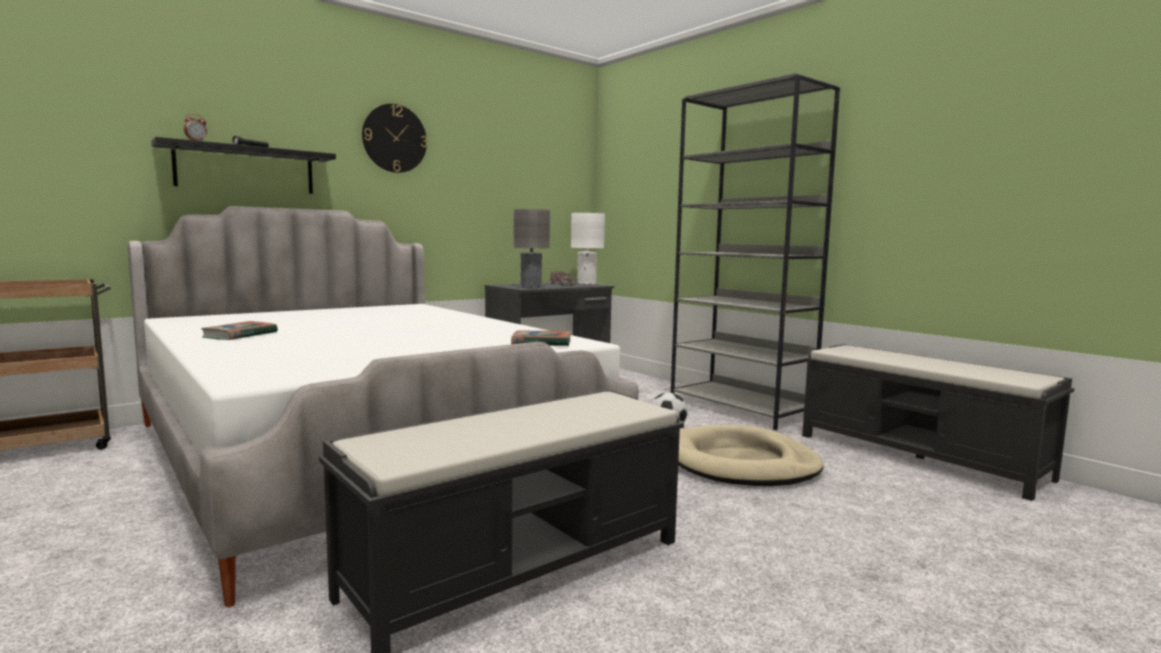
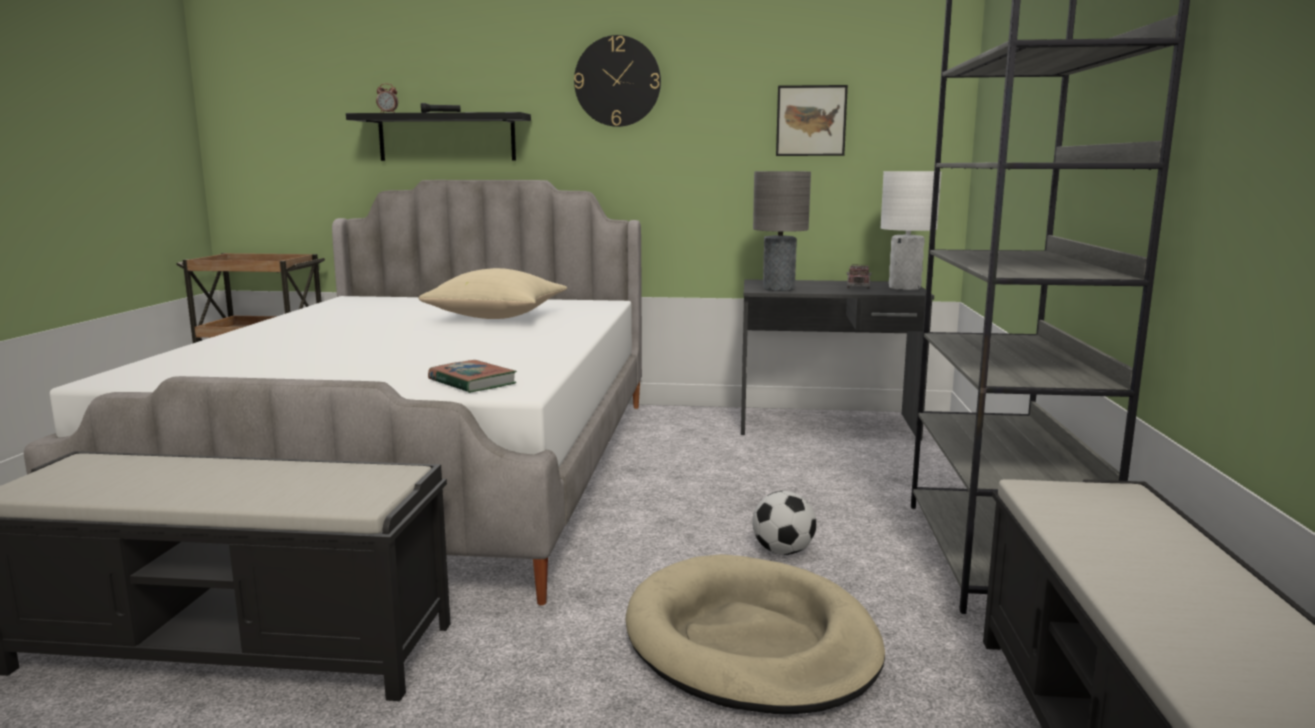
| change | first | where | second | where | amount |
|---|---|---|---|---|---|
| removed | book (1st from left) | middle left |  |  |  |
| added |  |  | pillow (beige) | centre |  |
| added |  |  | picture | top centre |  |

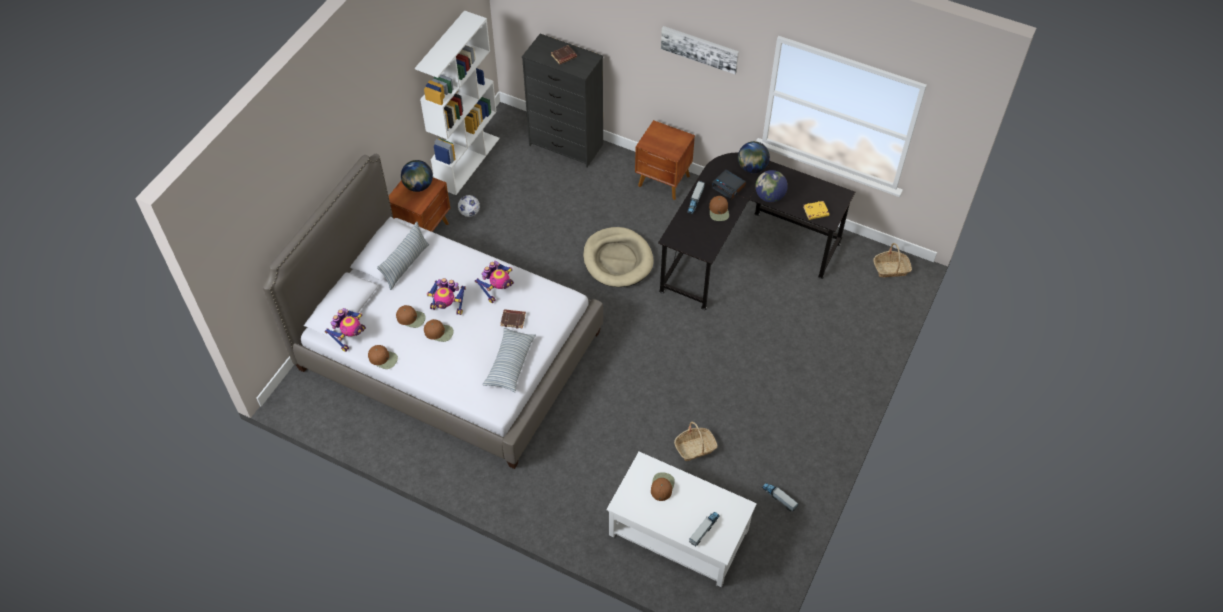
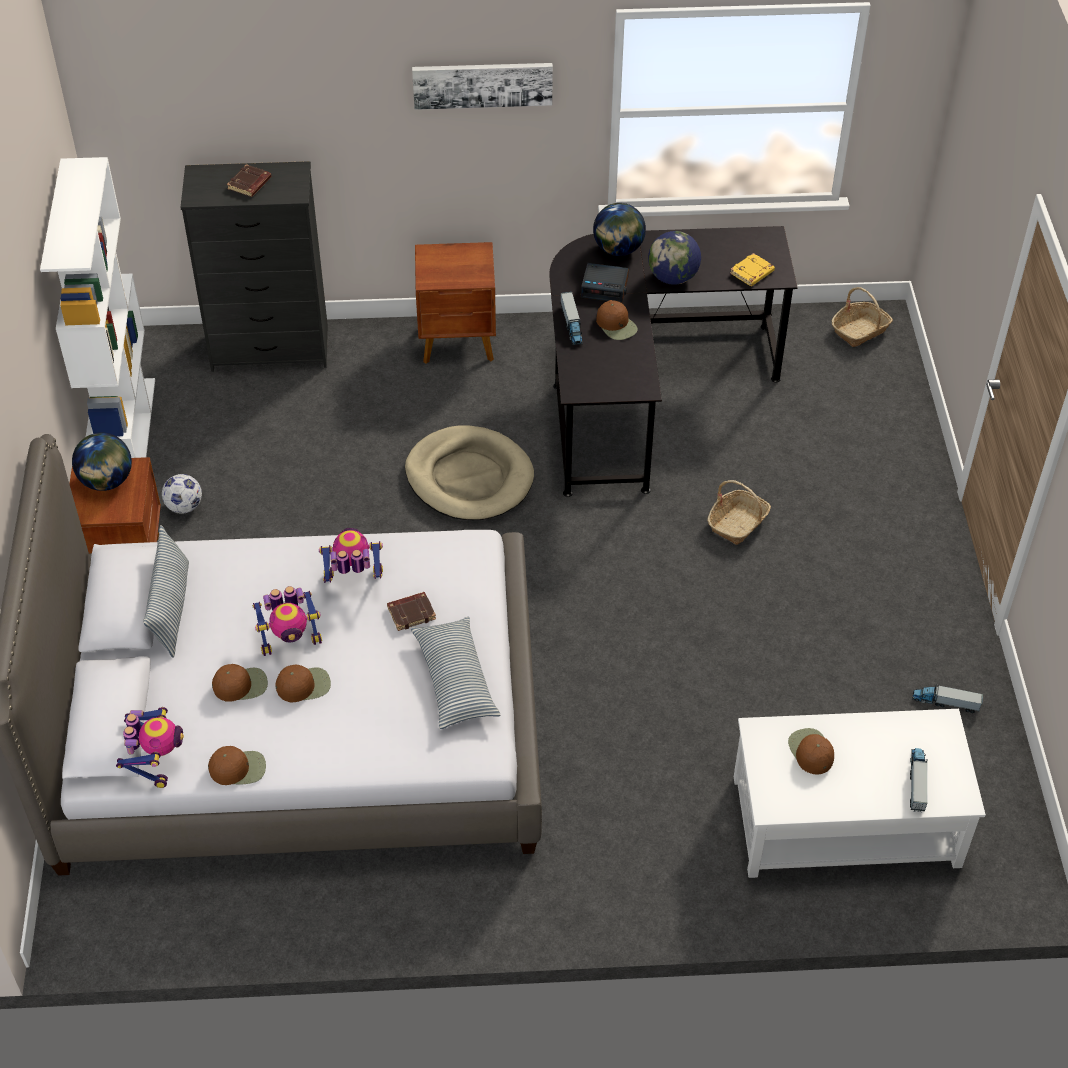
| change | first | where | second | where | amount |
|---|---|---|---|---|---|
| turned | toy robot (3rd from left) | centre |  | middle left | 105 degrees counterclockwise |
| moved | basket (1st from left) | bottom centre |  | middle right |  |

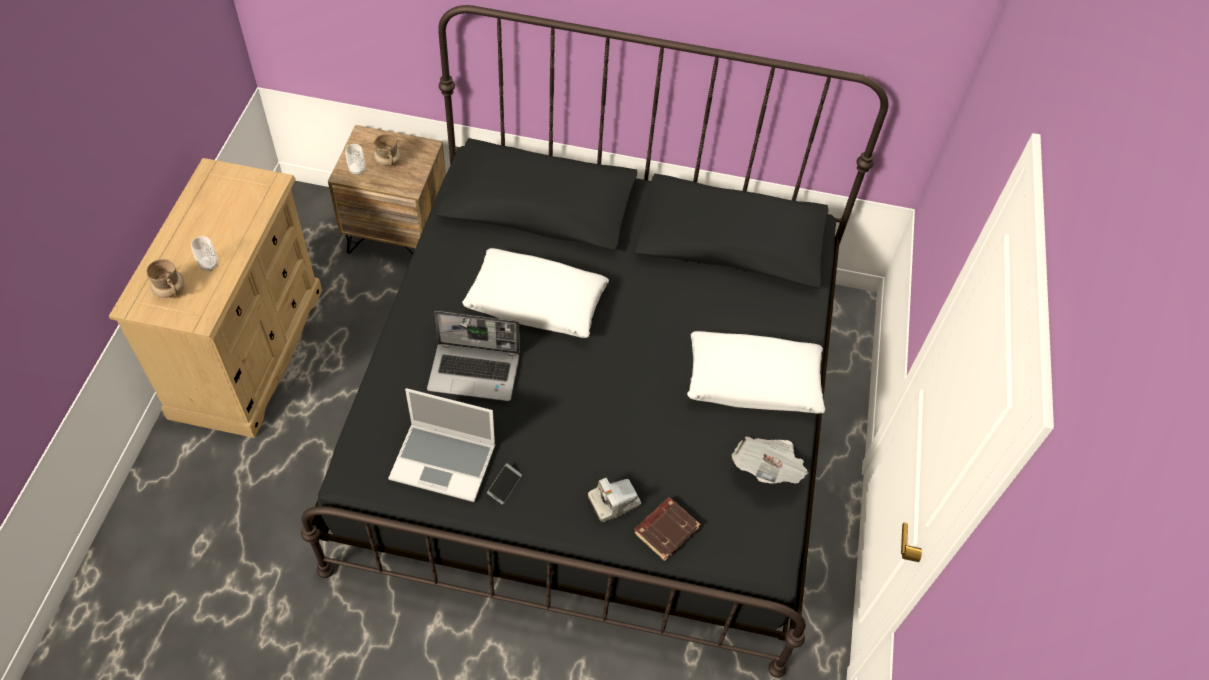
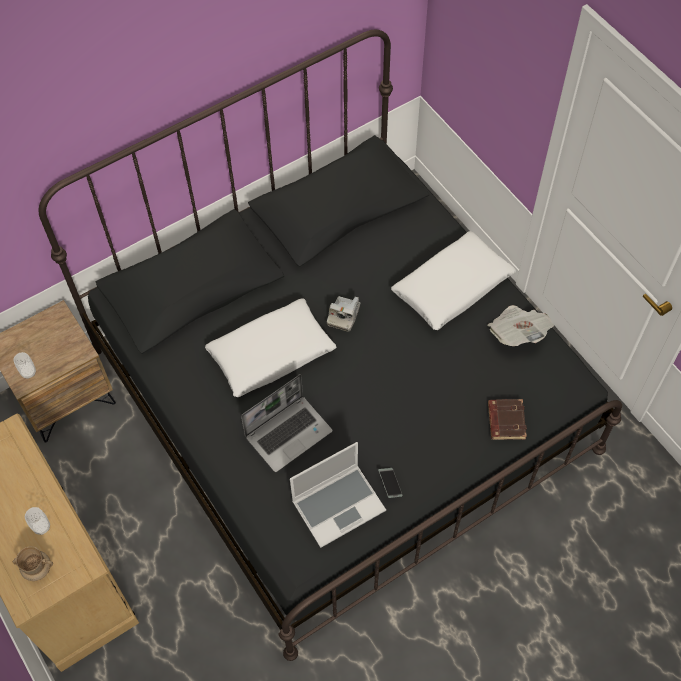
| change | first | where | second | where | amount |
|---|---|---|---|---|---|
| removed | mug (beige) (2nd from left) | top left |  |  |  |
| moved | photo camera | bottom centre |  | centre |  |

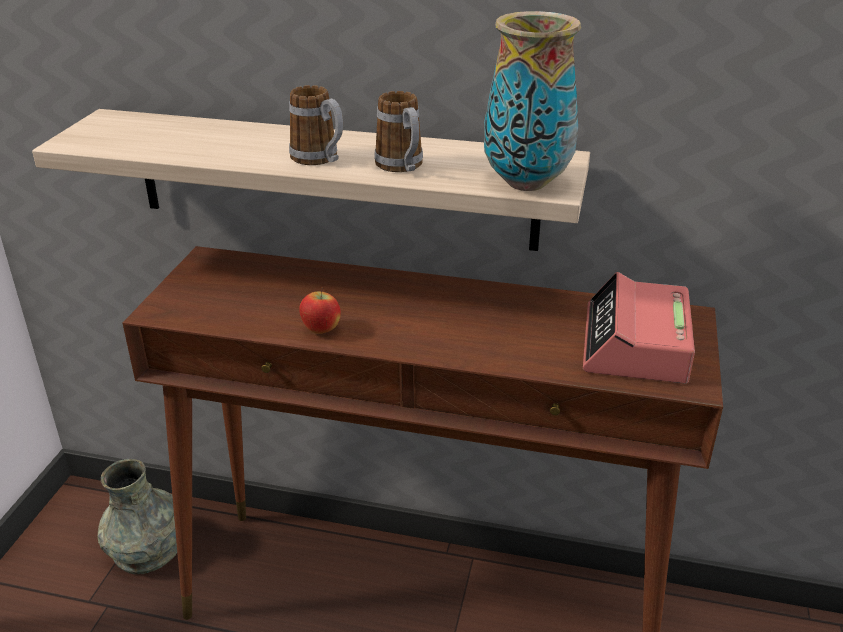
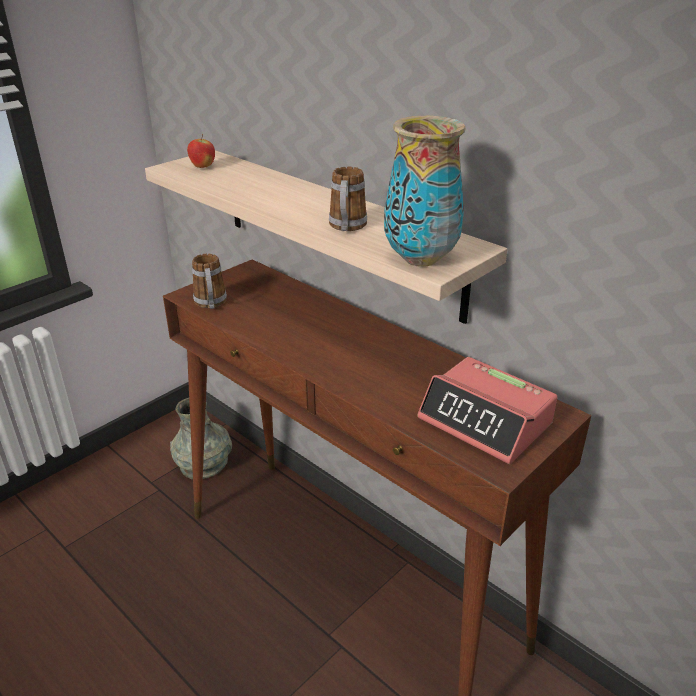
| change | first | where | second | where | amount |
|---|---|---|---|---|---|
| moved | mug (1st from left) | top centre |  | middle left |  |
| moved | apple | centre |  | top left |  |
| turned | alarm clock | middle right |  | middle right | 90 degrees counterclockwise |

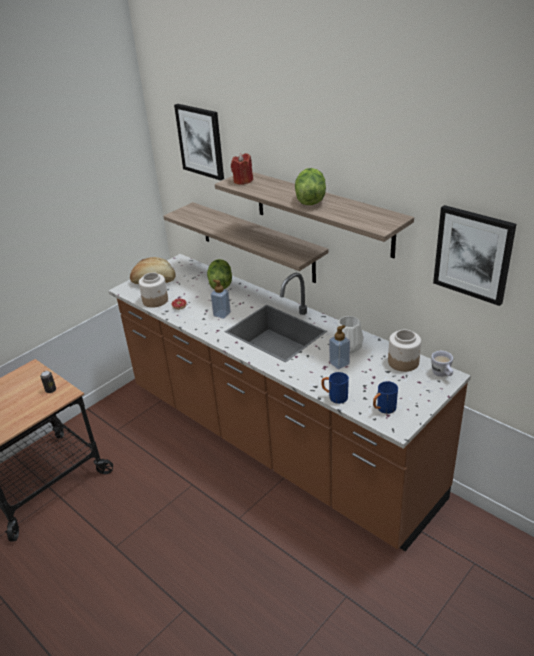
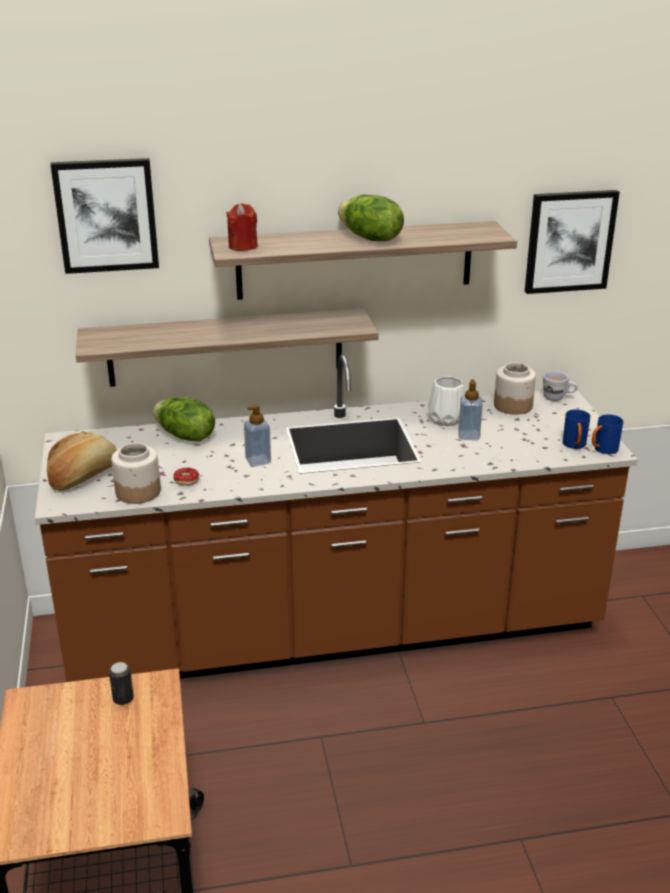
| change | first | where | second | where | amount |
|---|---|---|---|---|---|
| moved | mug (blue) (1st from left in the first image) | centre | mug (blue) (2nd from left) | middle right |  |

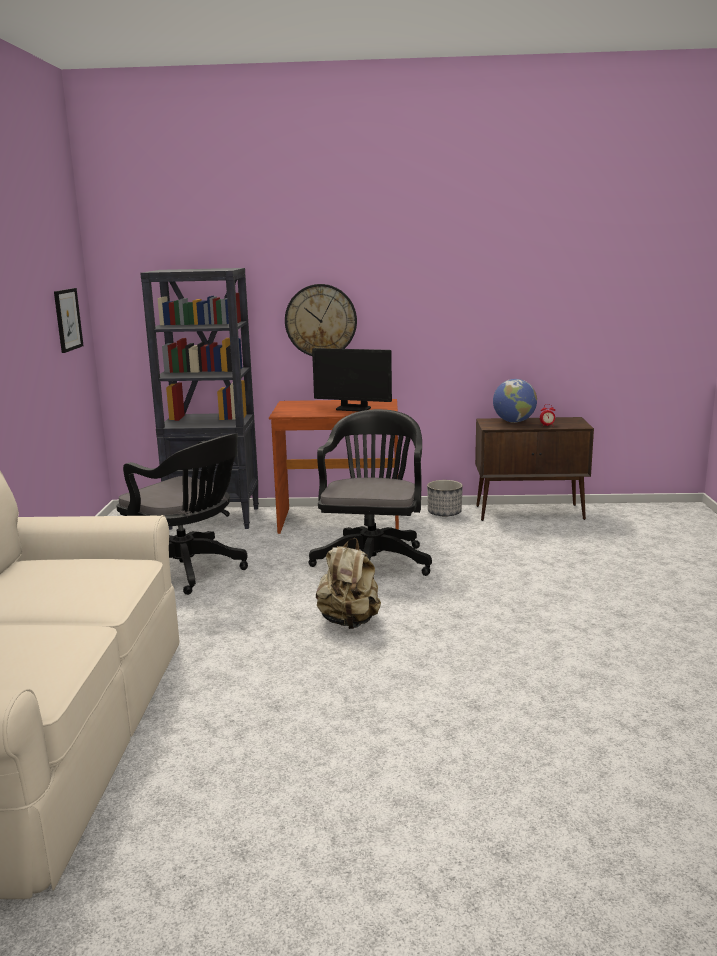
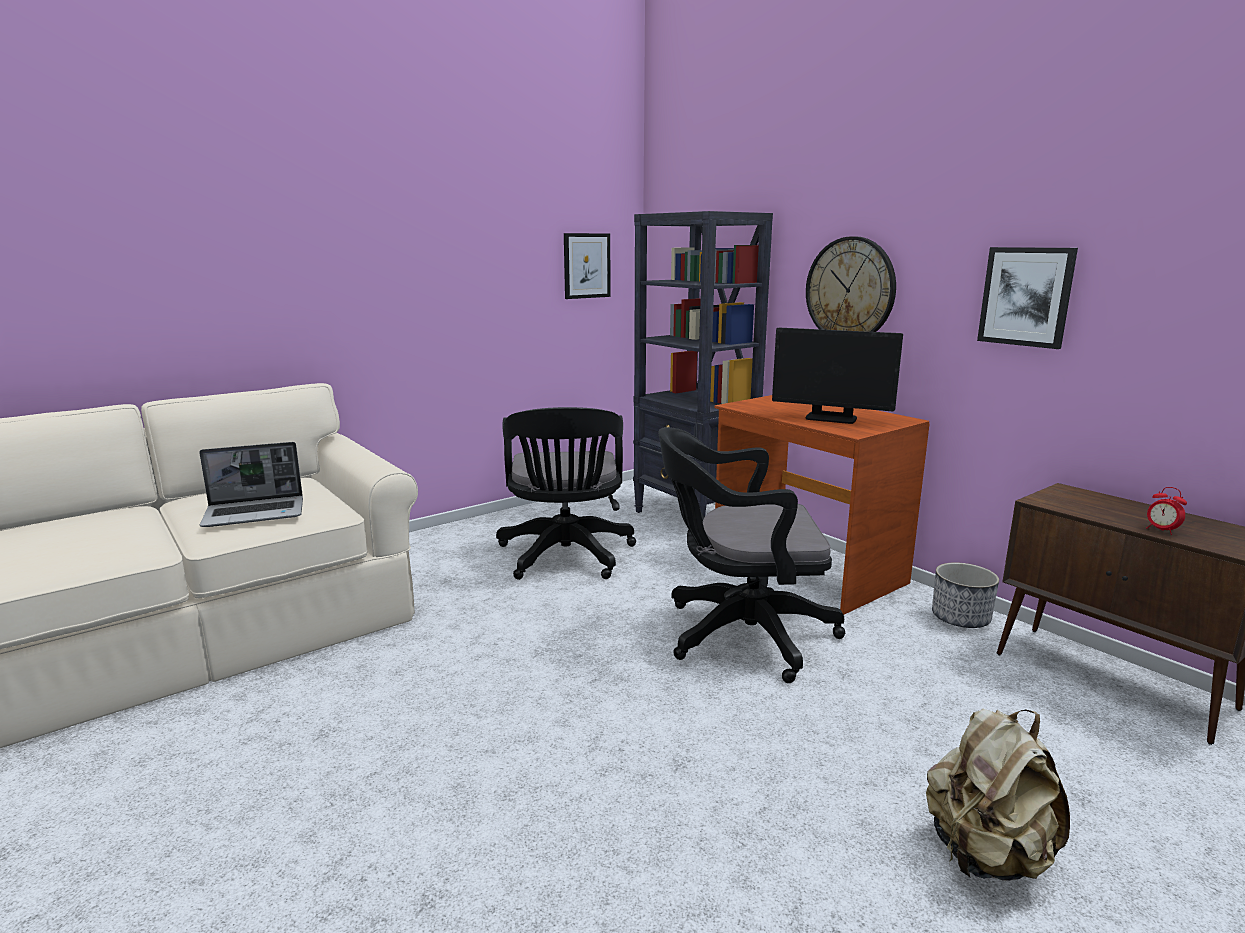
| change | first | where | second | where | amount |
|---|---|---|---|---|---|
| turned | office chair (black) (2nd from left) | centre |  | centre | 150 degrees counterclockwise |
| turned | monitor | centre |  | middle right | 45 degrees counterclockwise |
| moved | backpack (beige) | centre |  | bottom right |  |
| removed | globe | middle right |  |  |  |
| added |  |  | laptop | middle left |  |
| added |  |  | picture (2nd from left) | top right |  |

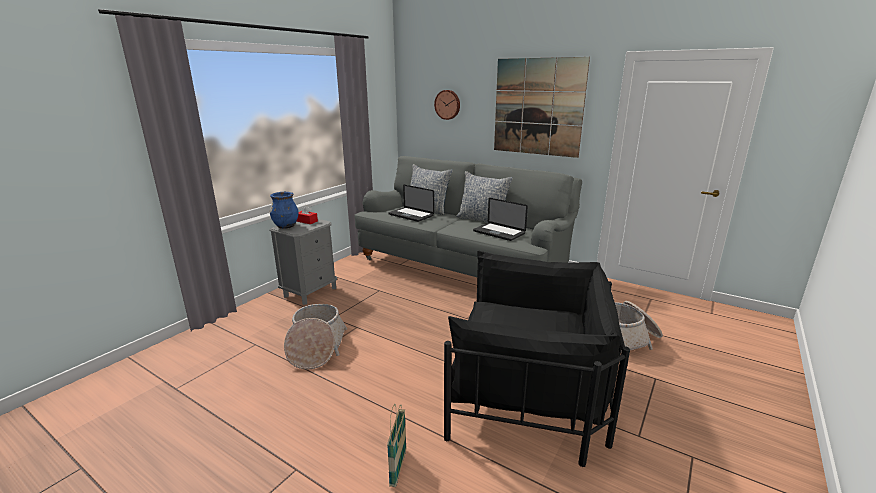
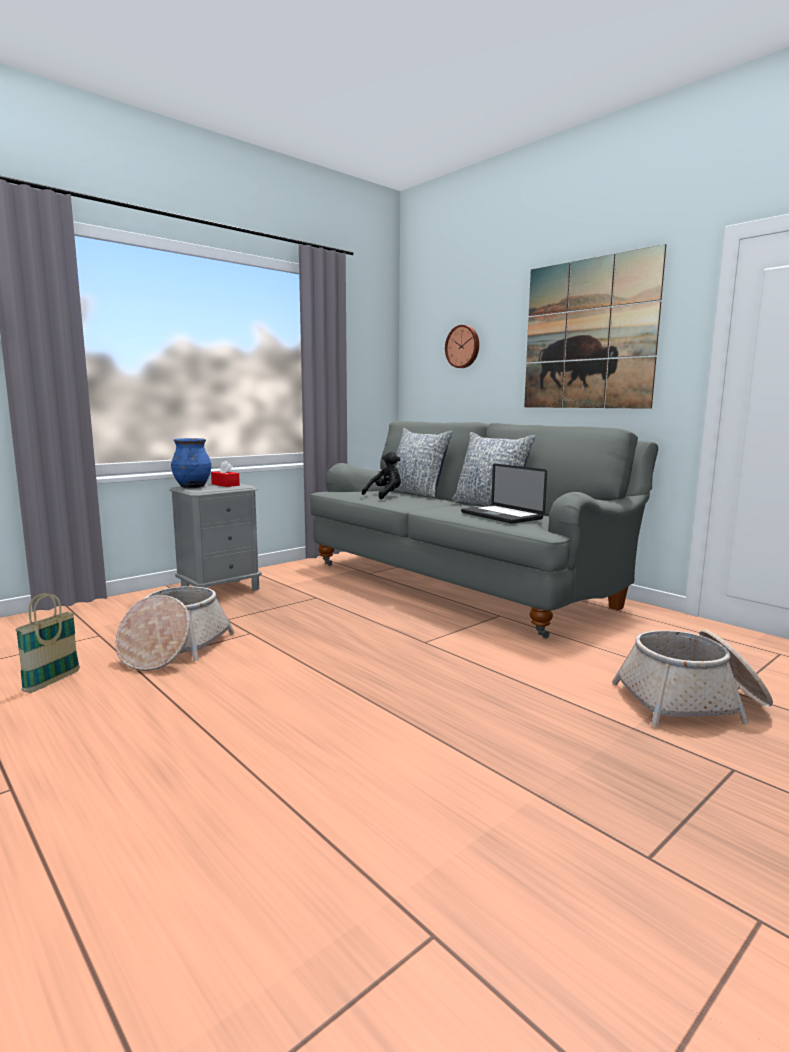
| change | first | where | second | where | amount |
|---|---|---|---|---|---|
| moved | basket (2nd from left in the first image) | bottom centre | basket (1st from left) | middle left |  |
| replaced | laptop (1st from left) | centre | plush toy (black) | centre |  |
| removed | armchair (black) | bottom centre |  |  |  |

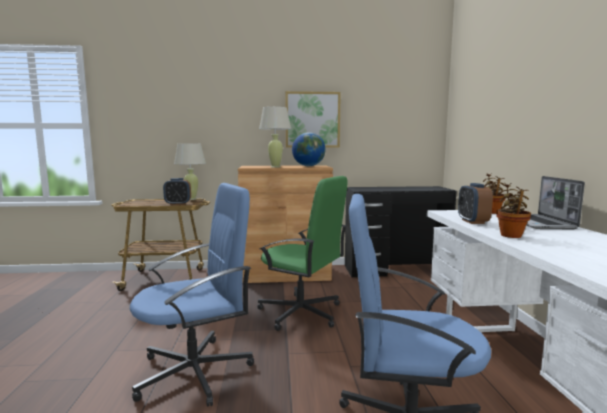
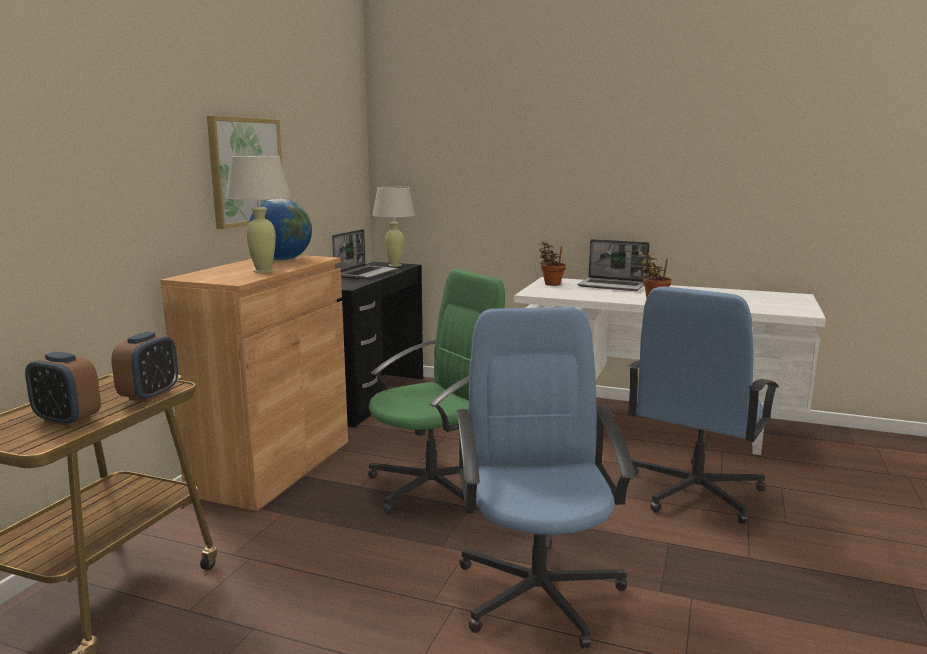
| change | first | where | second | where | amount |
|---|---|---|---|---|---|
| moved | table lamp (beige) (1st from left in the first image) | middle left | table lamp (beige) (2nd from left) | centre |  |
| moved | alarm clock (2nd from left in the first image) | middle right | alarm clock (1st from left) | middle left |  |
| added |  |  | laptop (1st from left) | centre |  |

